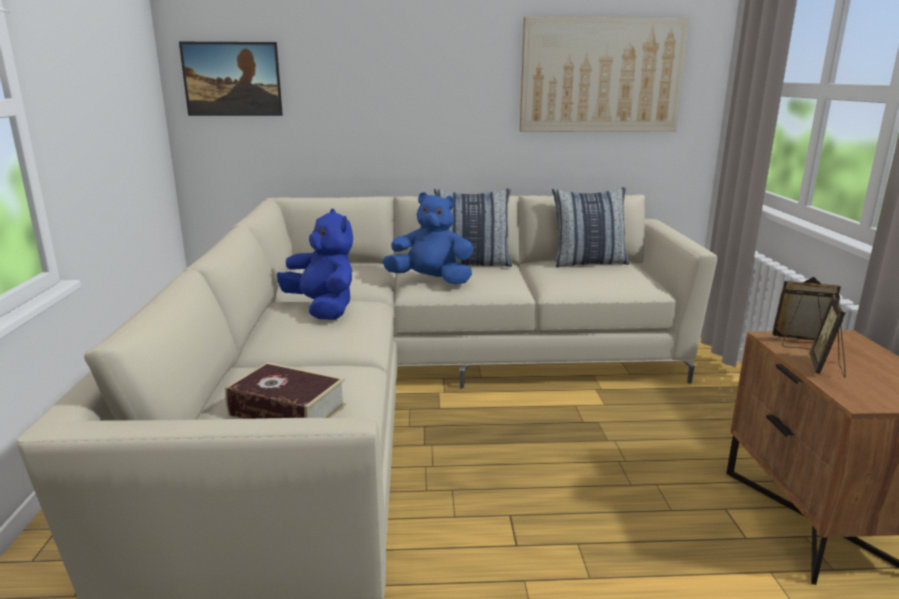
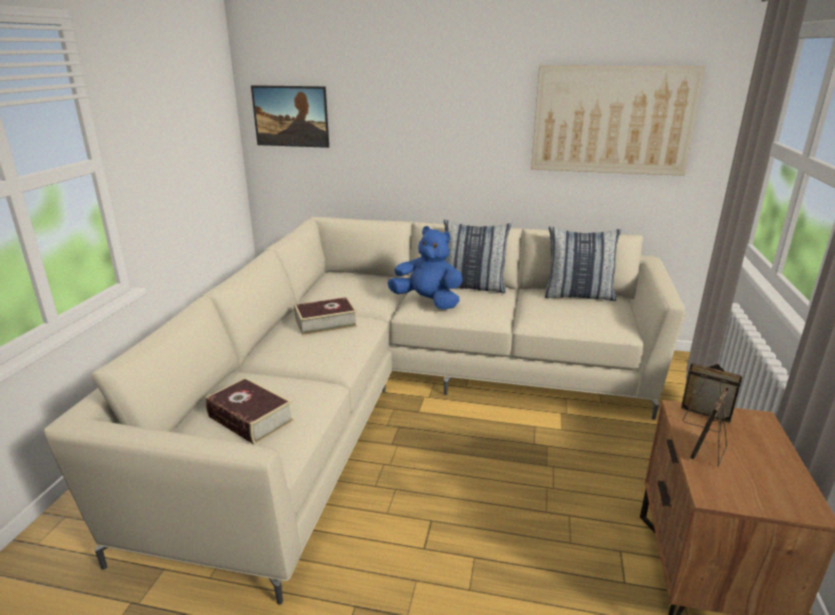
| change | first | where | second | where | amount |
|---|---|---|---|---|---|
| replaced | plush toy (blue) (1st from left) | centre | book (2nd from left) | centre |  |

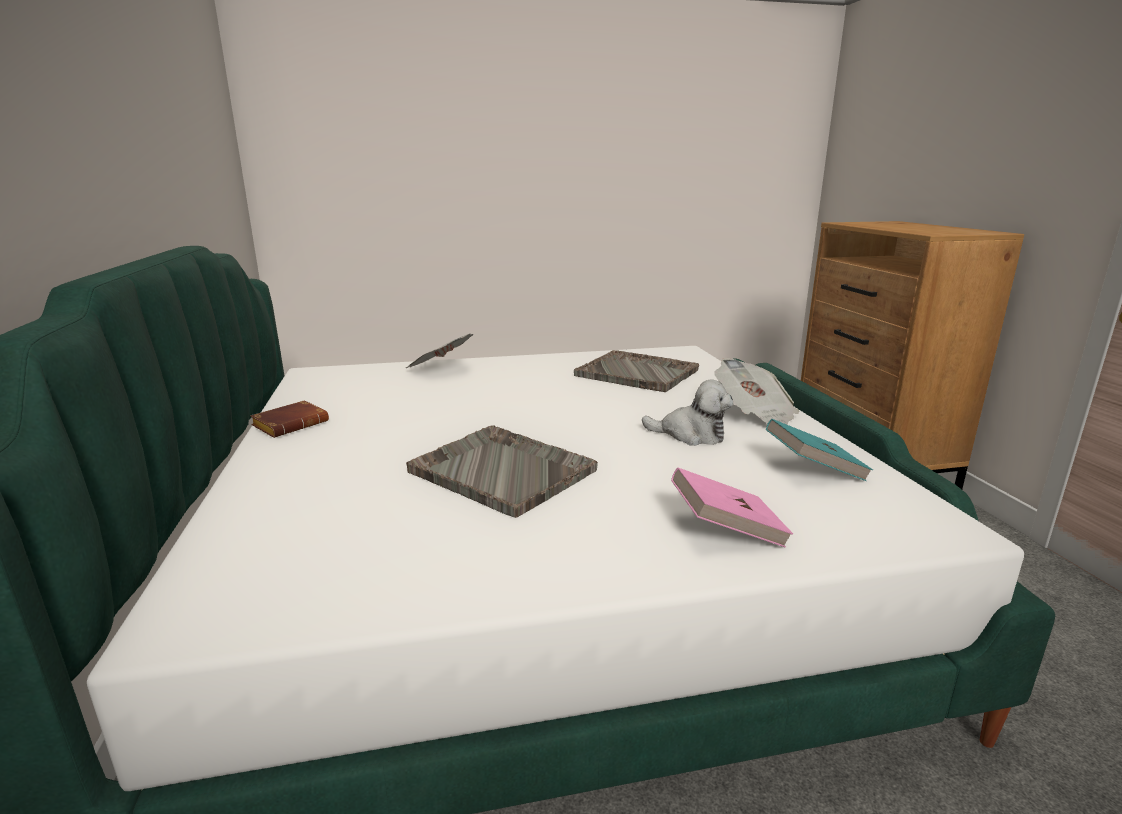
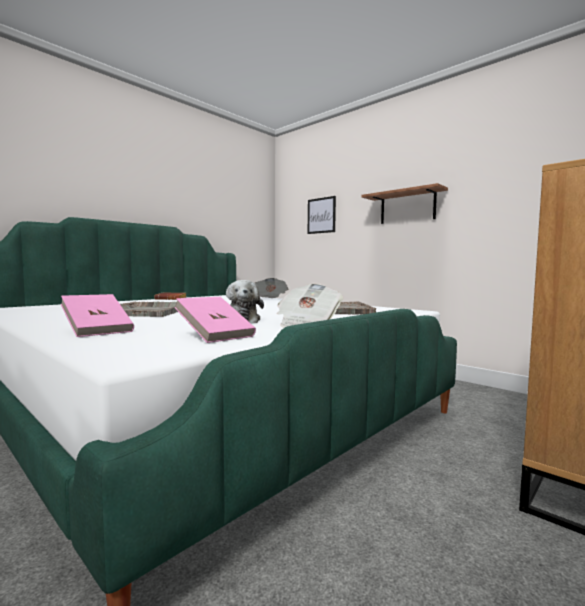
| change | first | where | second | where | amount |
|---|---|---|---|---|---|
| recoloured | book (turquoise) | middle right | book (pink) (2nd from left) | centre |  |
| added |  |  | picture | centre |  |
| added |  |  | shelf | middle right |  |

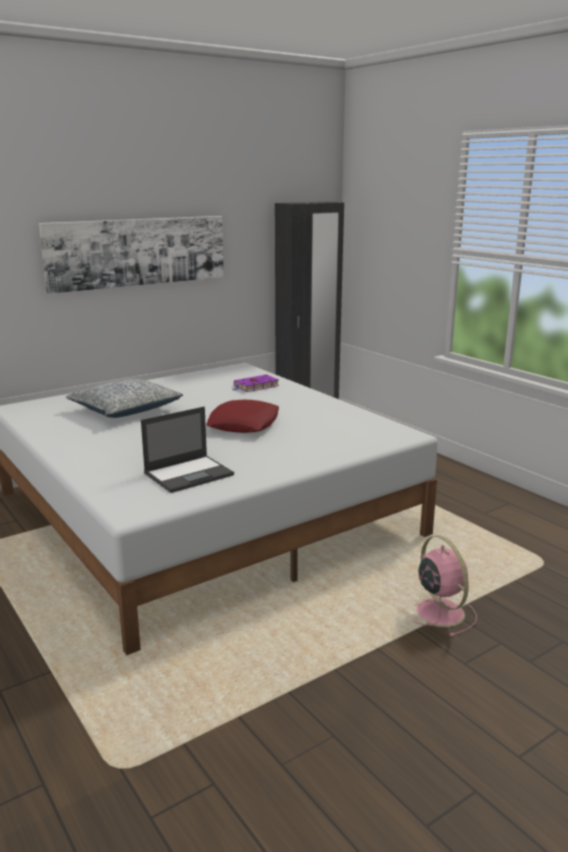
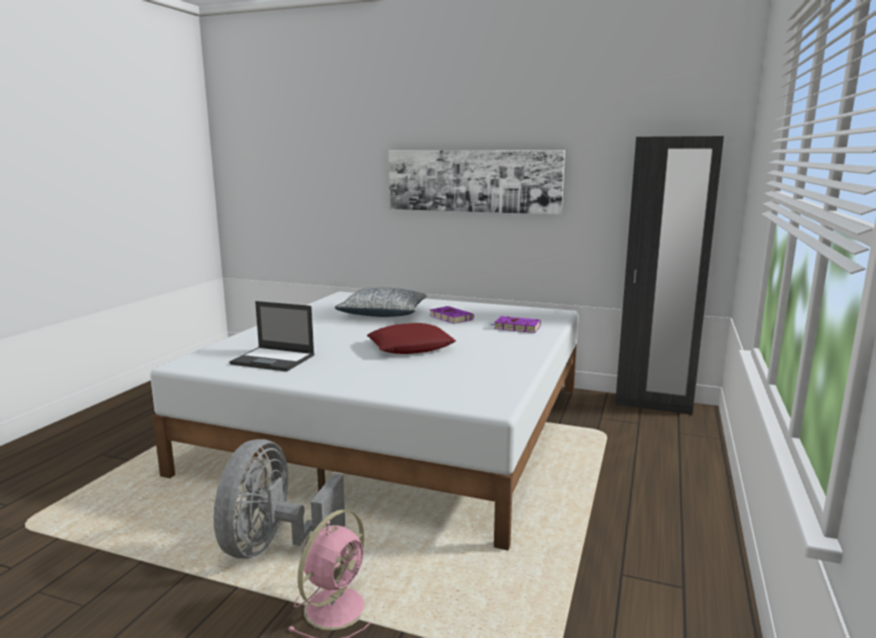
| change | first | where | second | where | amount |
|---|---|---|---|---|---|
| added |  |  | fan (grey) | bottom left |  |
| added |  |  | book (purple) (1st from left) | centre |  |

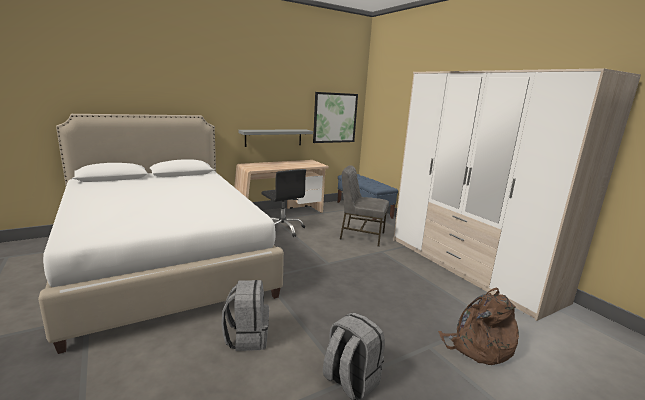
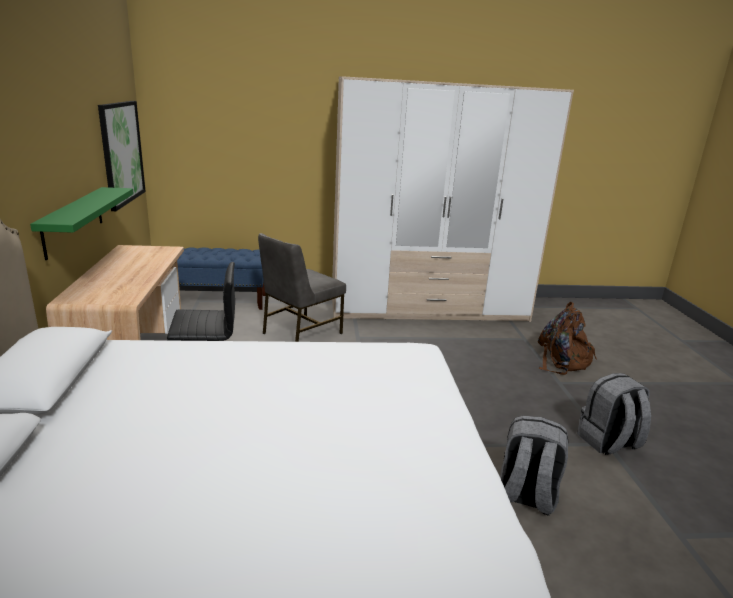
| change | first | where | second | where | amount |
|---|---|---|---|---|---|
| recoloured | shelf (grey) | centre | shelf (green) | middle left |  |

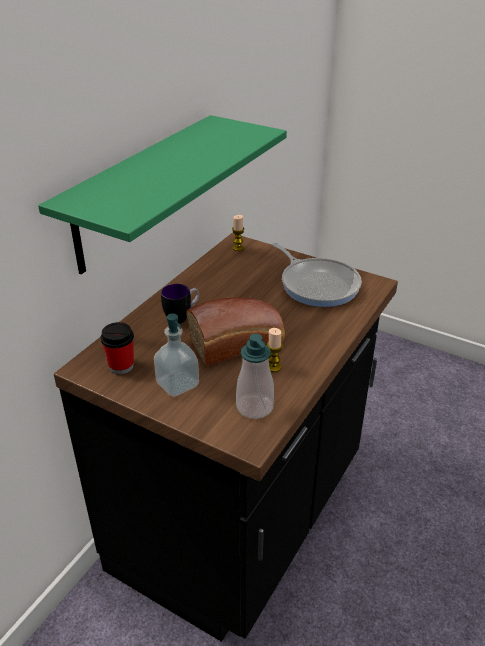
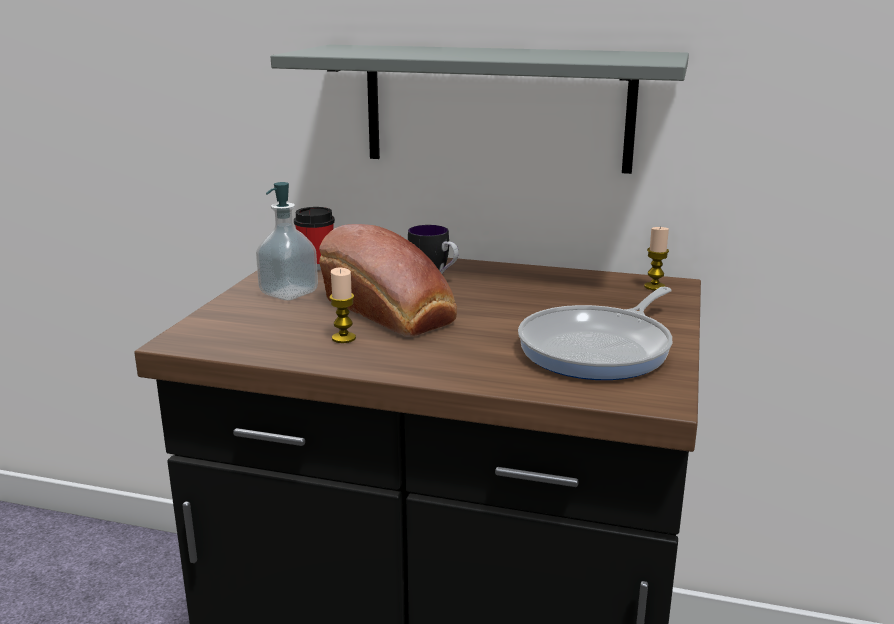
| change | first | where | second | where | amount |
|---|---|---|---|---|---|
| recoloured | shelf (green) | top centre | shelf (grey) | top centre |  |
| removed | soap dispenser (2nd from left) | centre |  |  |  |

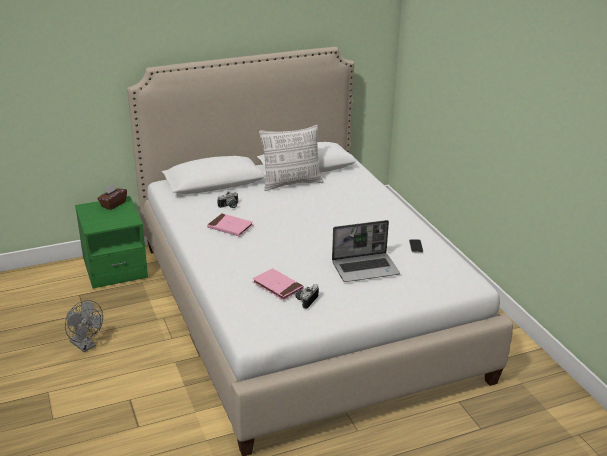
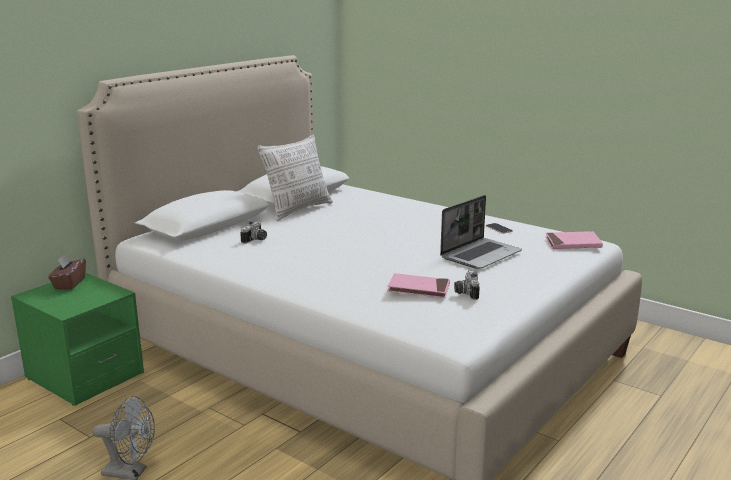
| change | first | where | second | where | amount |
|---|---|---|---|---|---|
| moved | book (pink) (1st from left in the first image) | centre | book (pink) (2nd from left) | middle right |  |

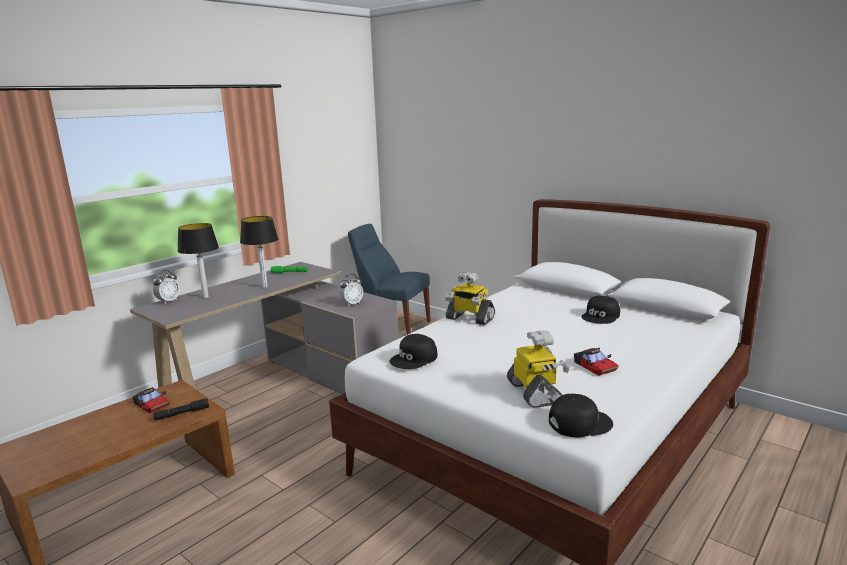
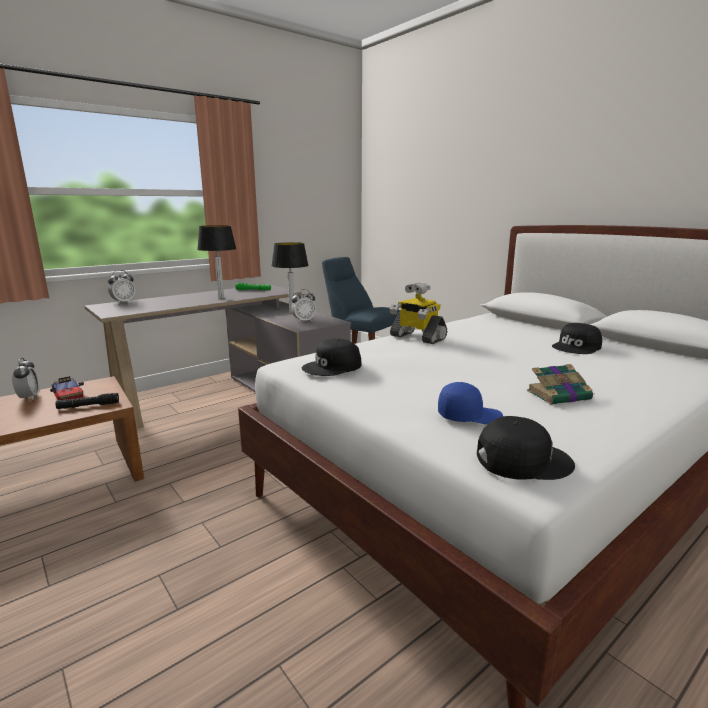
| change | first | where | second | where | amount |
|---|---|---|---|---|---|
| moved | table lamp (1st from left in the first image) | middle left | table lamp (2nd from left) | centre |  |
| replaced | toy robot (2nd from left) | centre | cap (blue) | centre |  |
| replaced | toy car (2nd from left) | middle right | book | middle right |  |
| added |  |  | alarm clock (1st from left) | middle left |  |

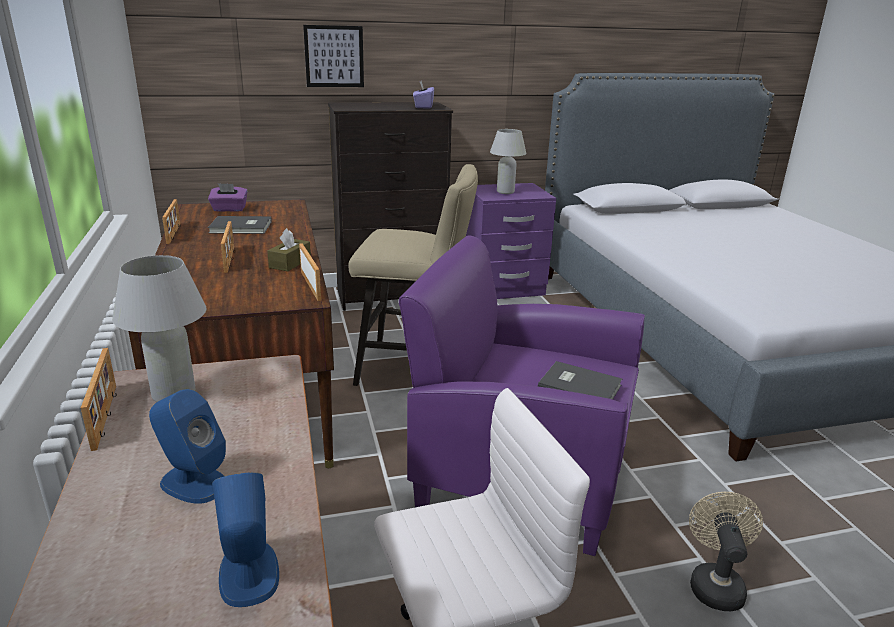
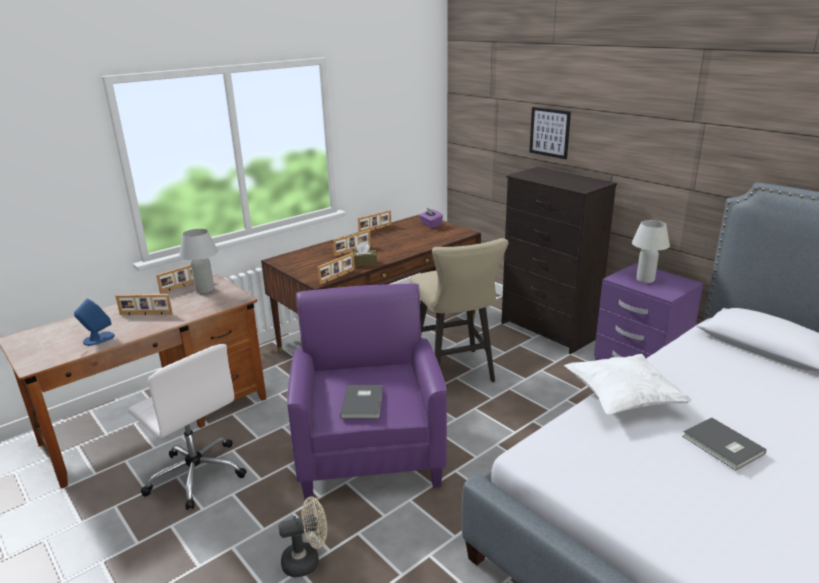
| change | first | where | second | where | amount |
|---|---|---|---|---|---|
| replaced | speaker (blue) (1st from left) | bottom left | picture frame (1st from left) | middle left |  |
| moved | book (grey) (1st from left in the first image) | middle left | book (grey) (2nd from left) | bottom right |  |
| removed | tissue box (purple) (2nd from left) | top centre |  |  |  |
| added |  |  | pillow (white) | middle right |  |

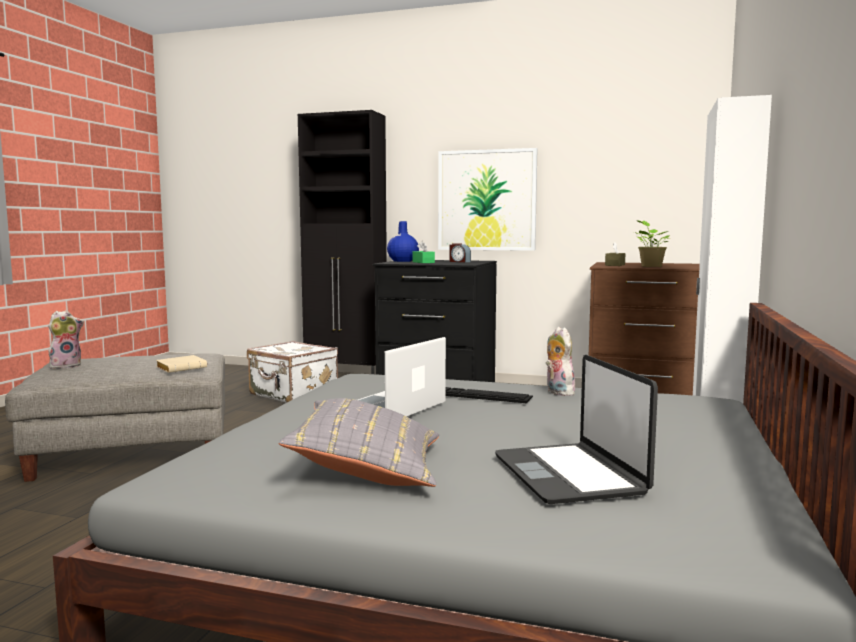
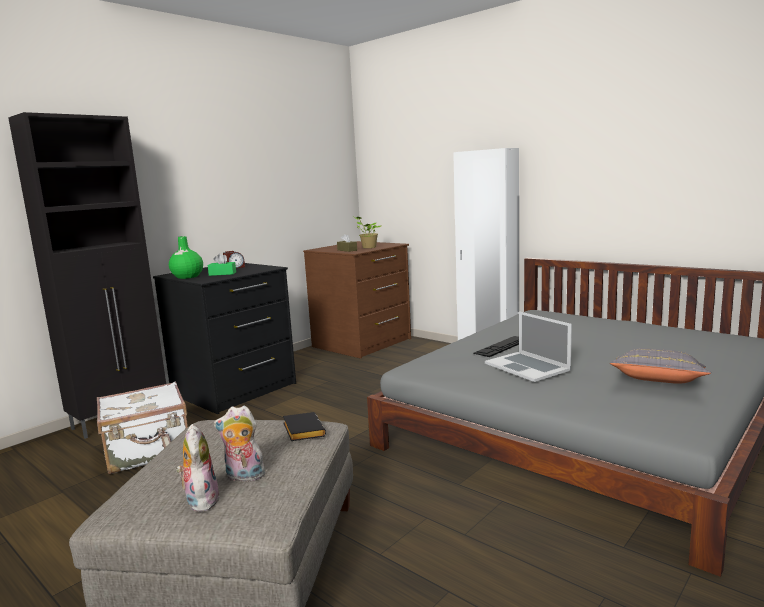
| change | first | where | second | where | amount |
|---|---|---|---|---|---|
| recoloured | book (beige) | middle left | book (black) | bottom centre |  |
| recoloured | vase (blue) | centre | vase (green) | middle left |  |
| removed | picture | top centre |  |  |  |
| removed | laptop (2nd from left) | bottom right |  |  |  |
| moved | plush toy (2nd from left) | centre |  | bottom left |  |

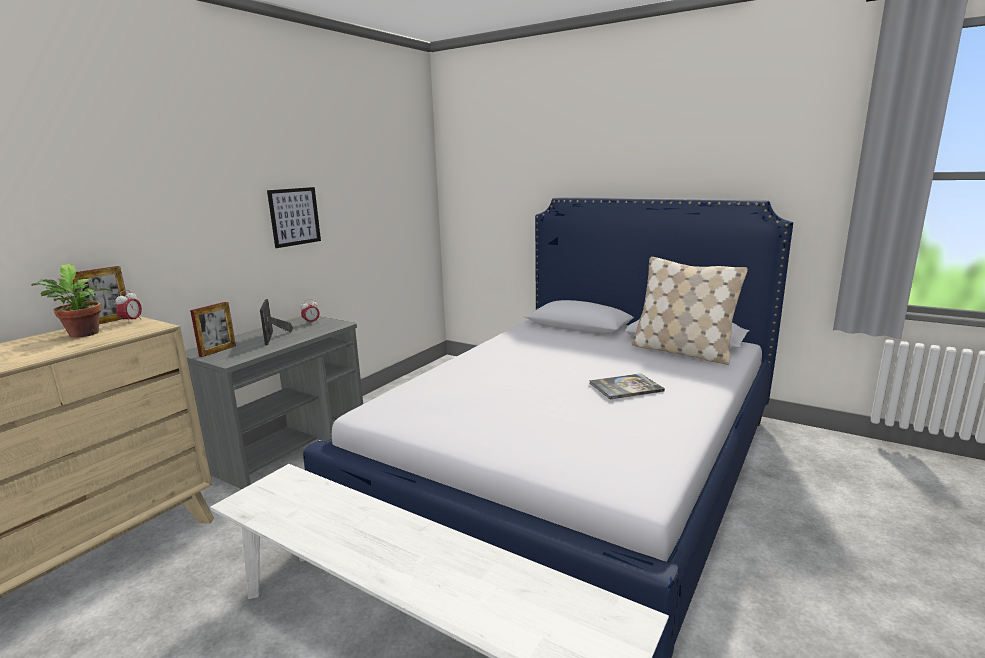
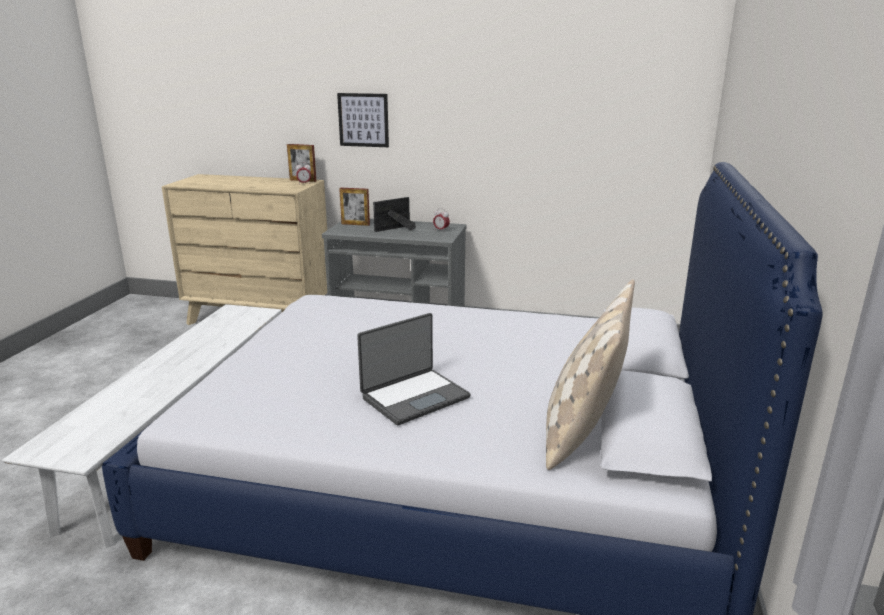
| change | first | where | second | where | amount |
|---|---|---|---|---|---|
| removed | potted plant | middle left |  |  |  |
| moved | picture | top left |  | top centre |  |
| replaced | book | centre | laptop | centre |  |

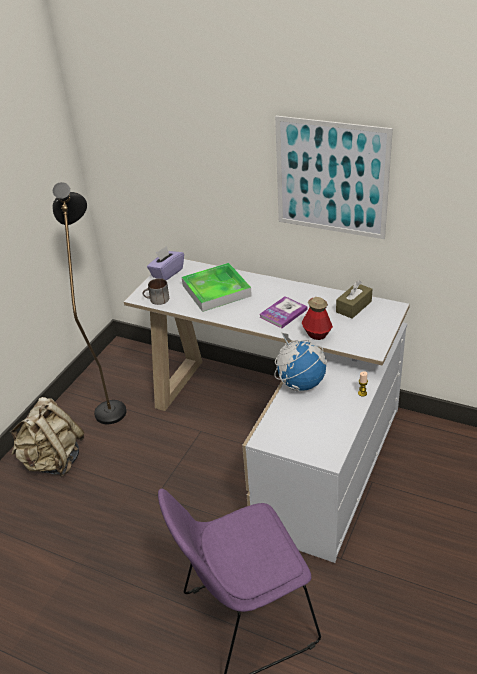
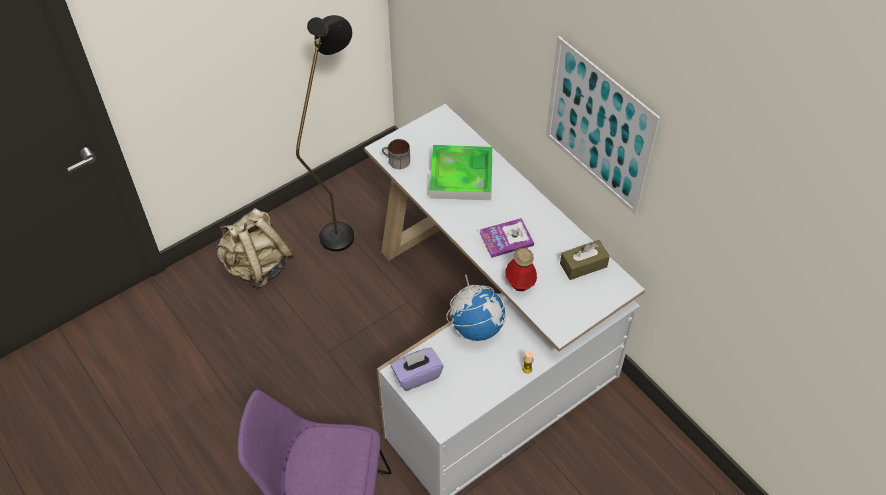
| change | first | where | second | where | amount |
|---|---|---|---|---|---|
| moved | tissue box (purple) | centre |  | bottom centre |  |

